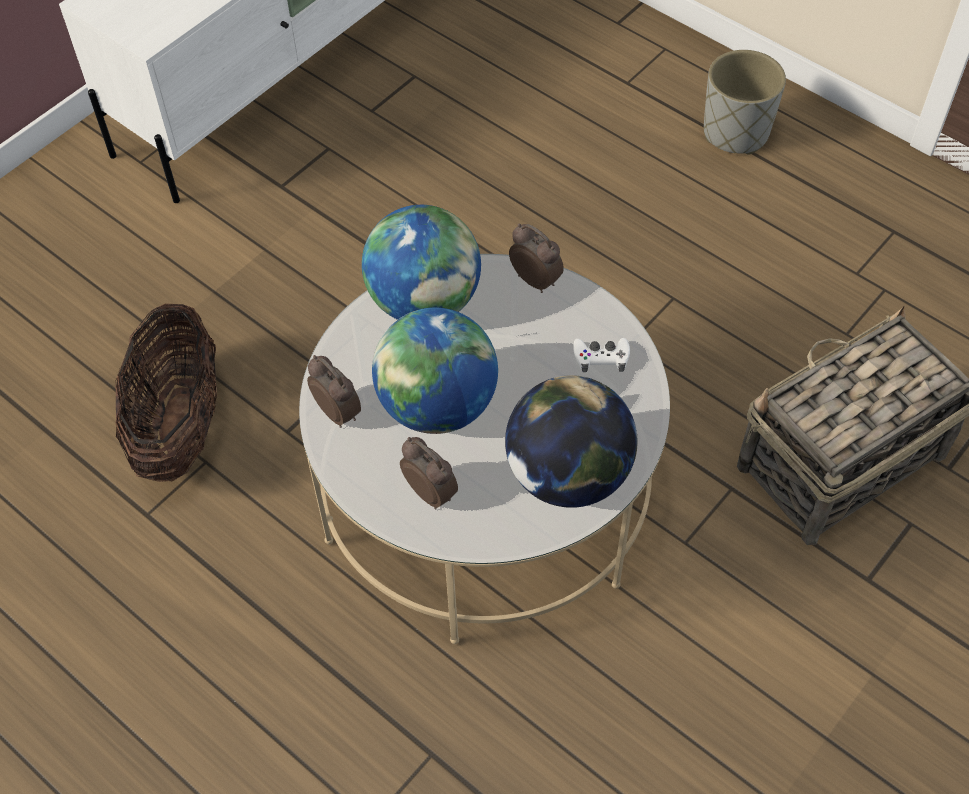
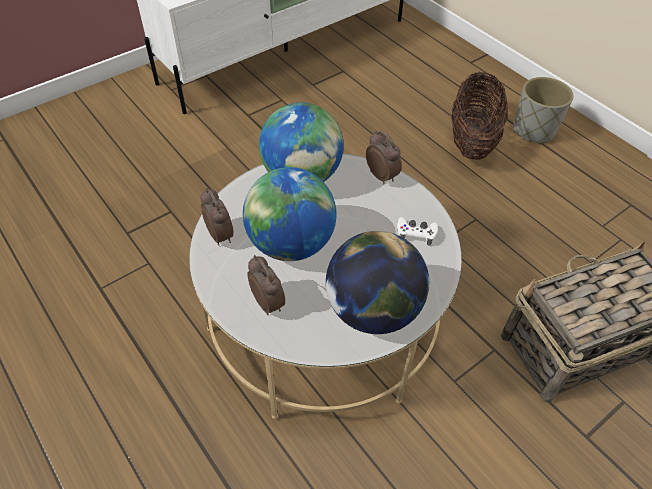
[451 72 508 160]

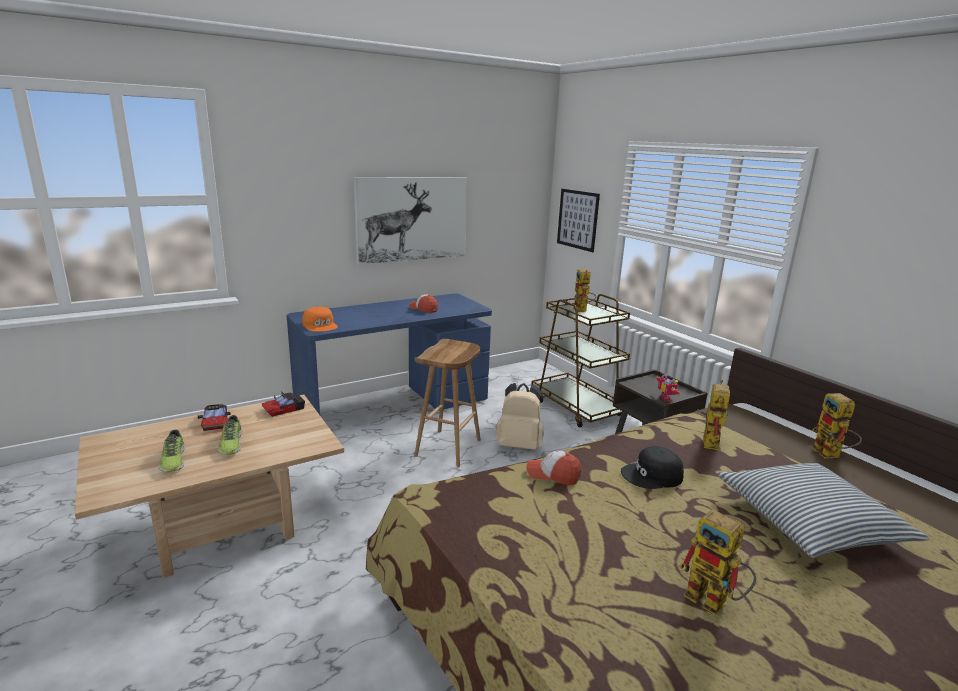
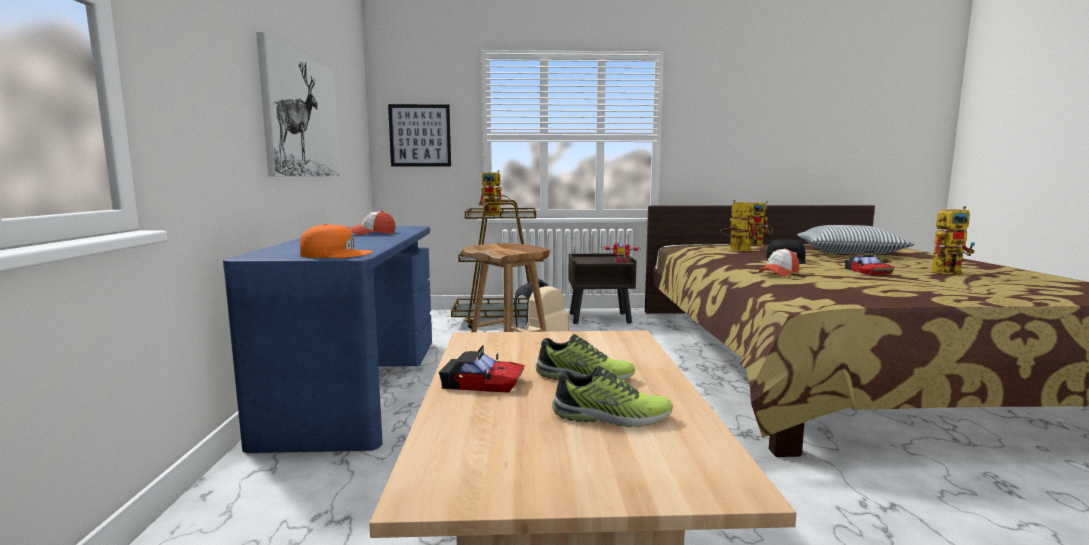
[845 251 894 275]

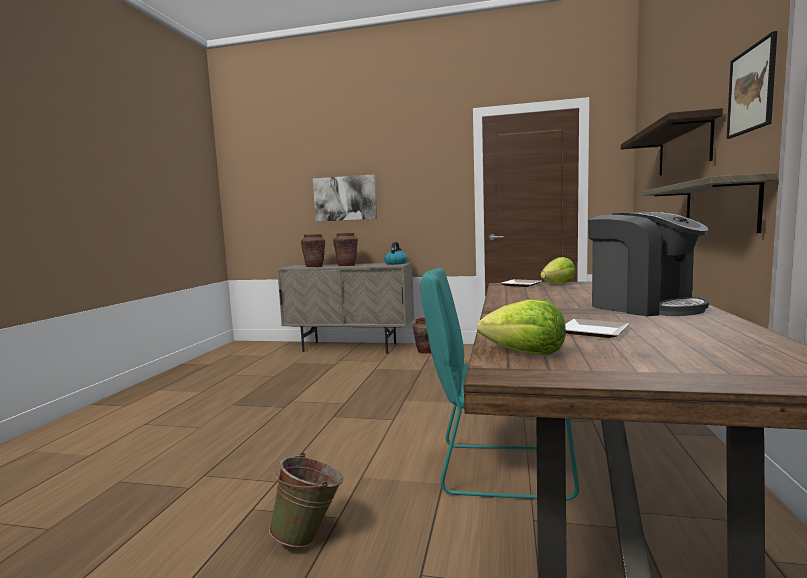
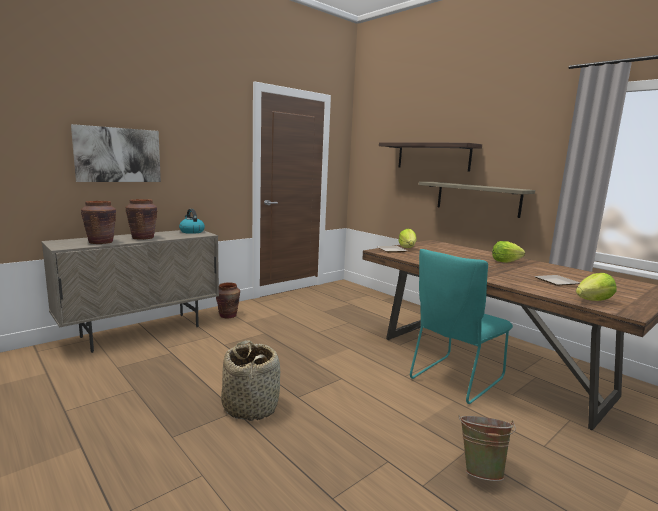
[221 340 280 421]
[492 241 525 263]
[726 31 777 139] (first image)

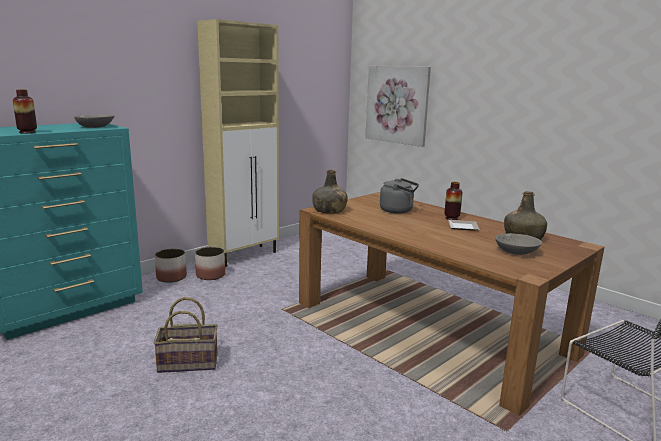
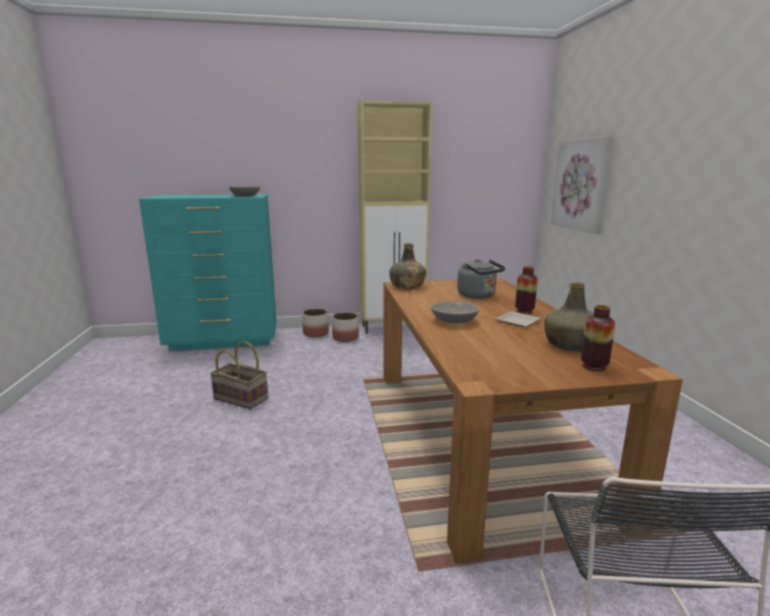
[431 302 479 323]
[581 305 615 371]

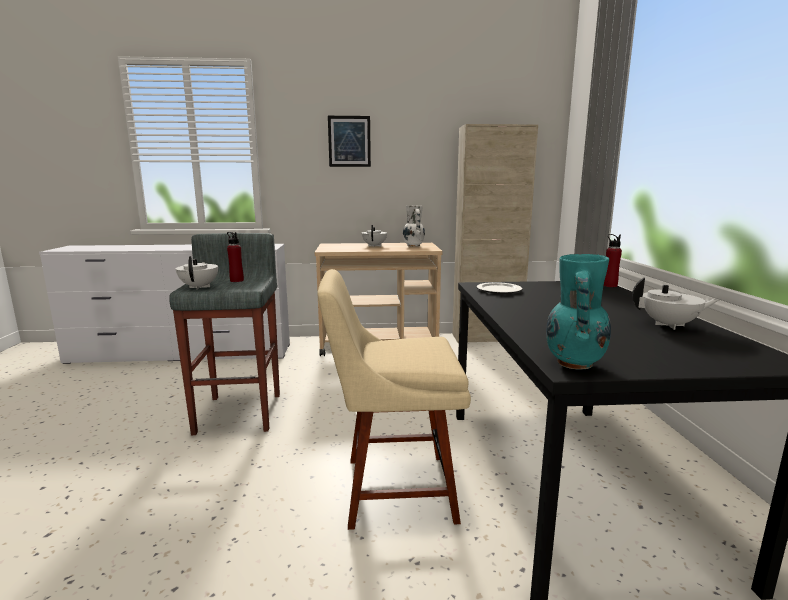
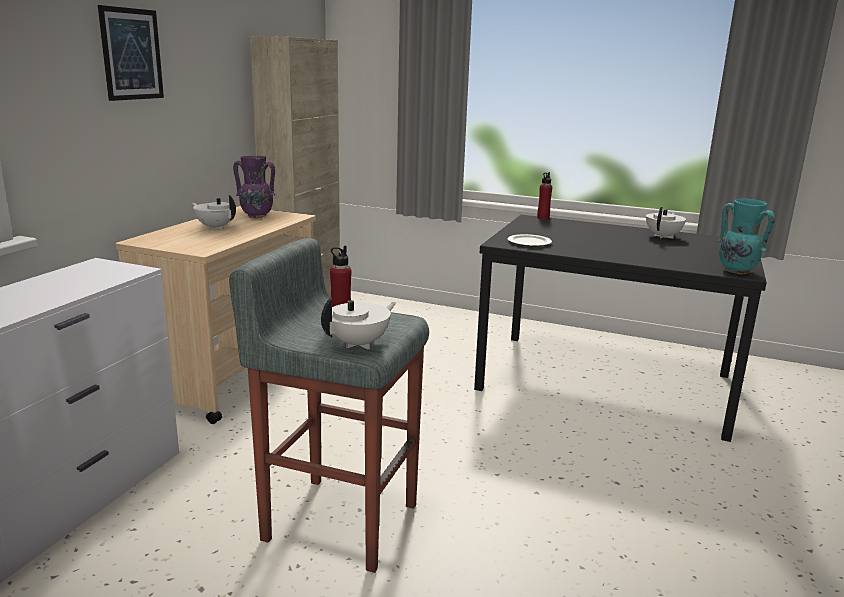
[233 156 276 218]
[321 298 396 350]
[317 269 471 530] (first image)

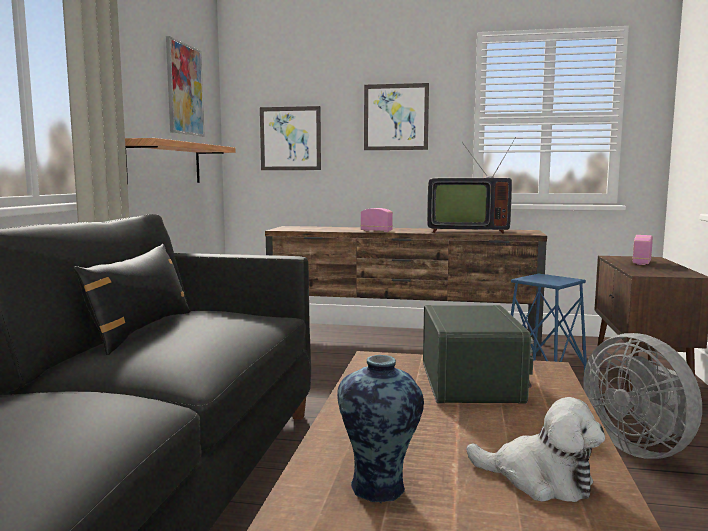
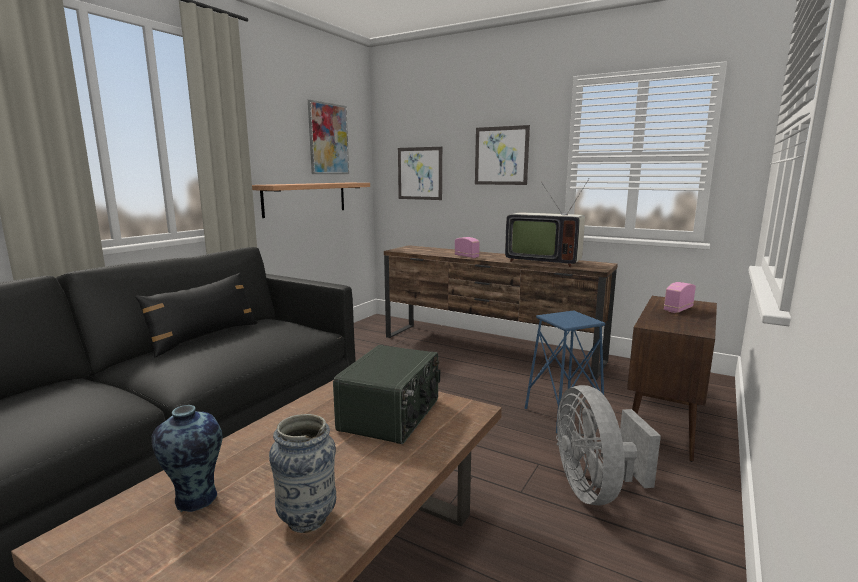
[269 414 336 533]

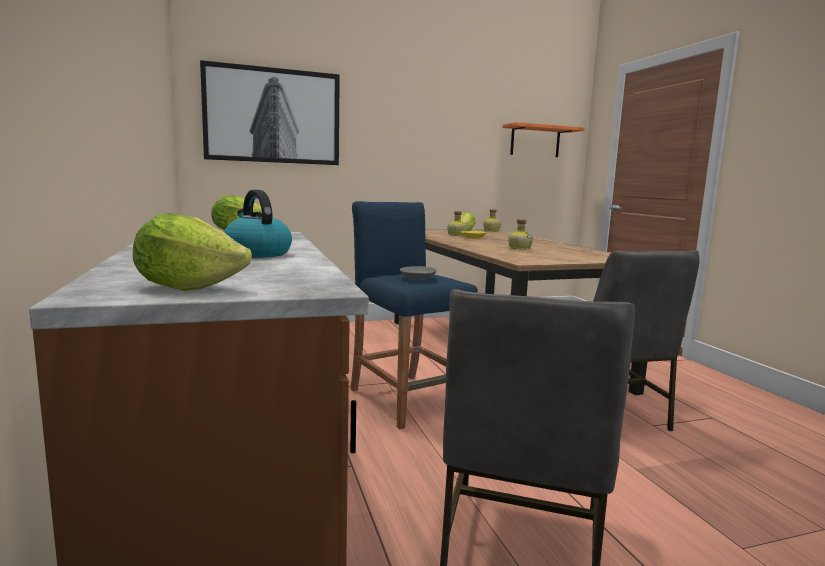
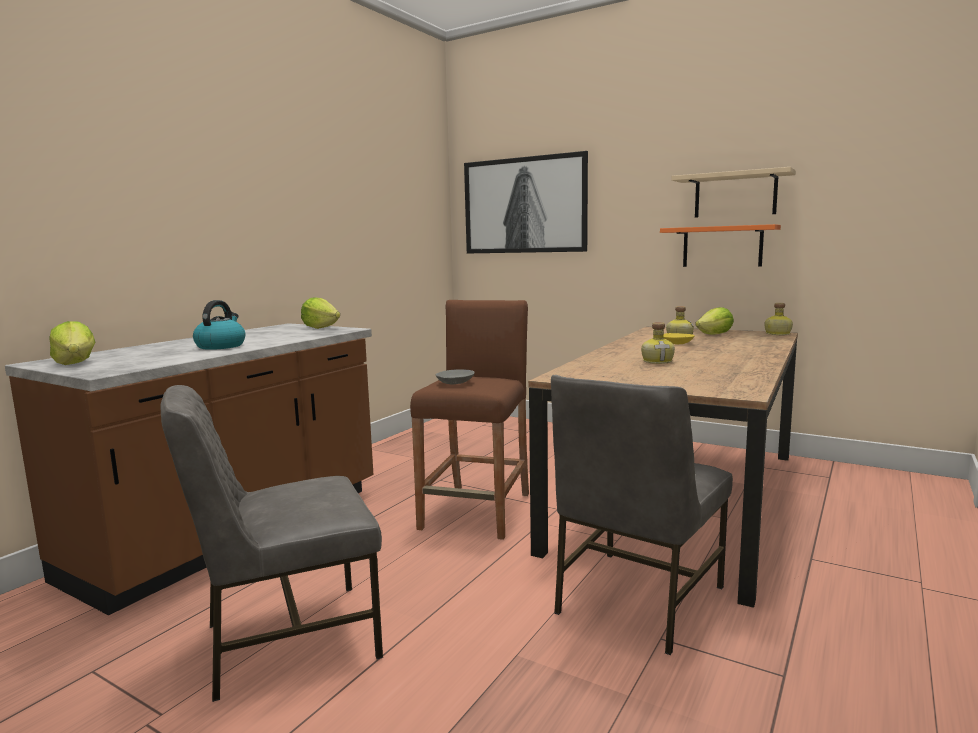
[410 300 529 540]
[660 224 781 267]
[671 167 796 218]

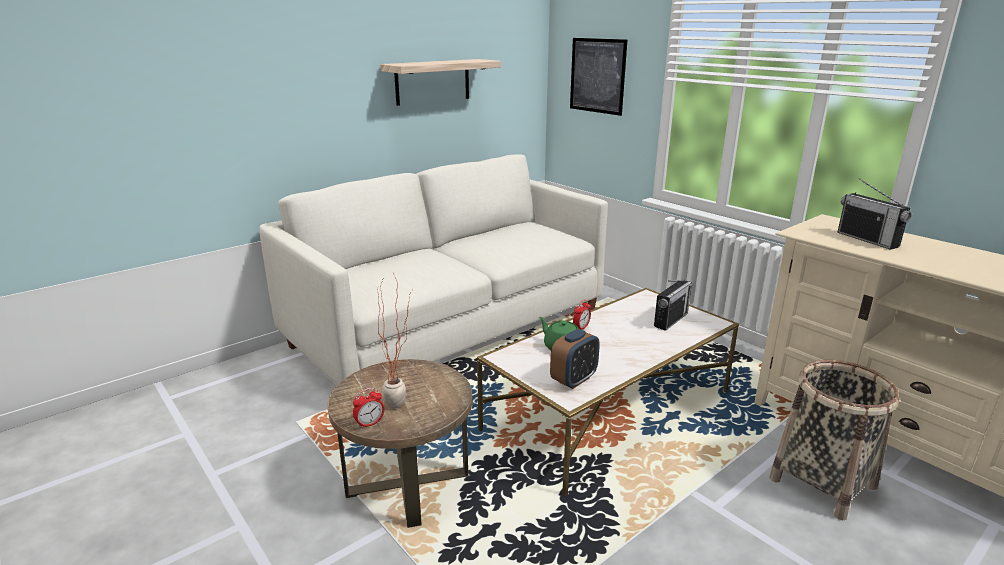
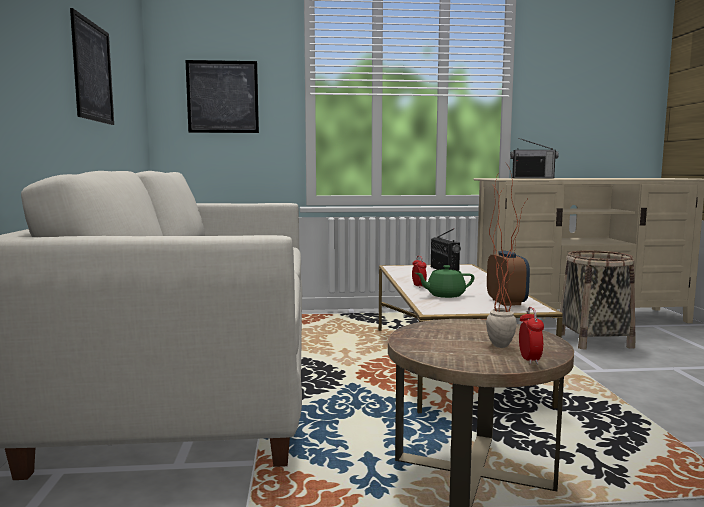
[70 8 114 125]

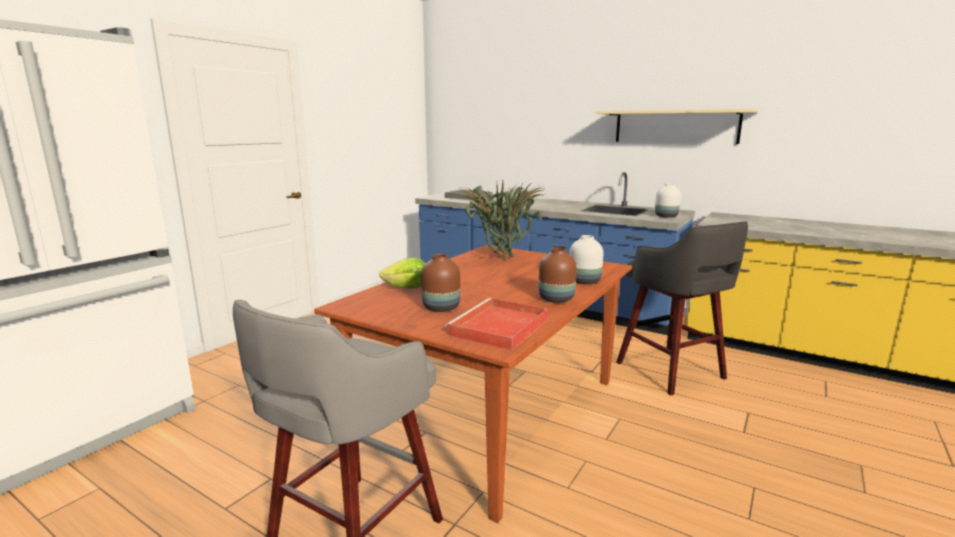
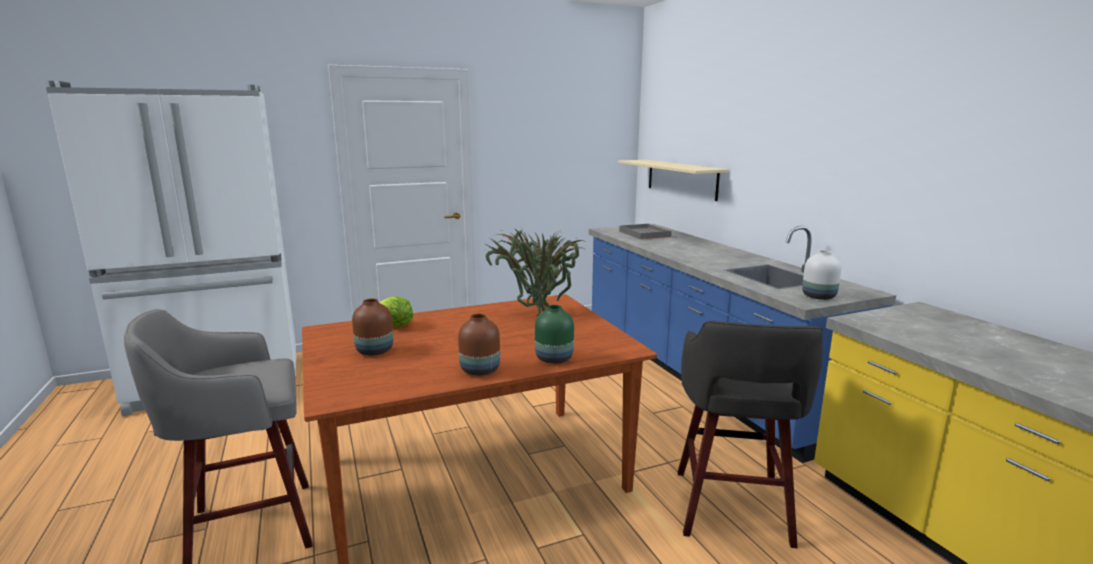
[535 305 574 364]
[618 160 728 201]
[445 298 548 350] (first image)

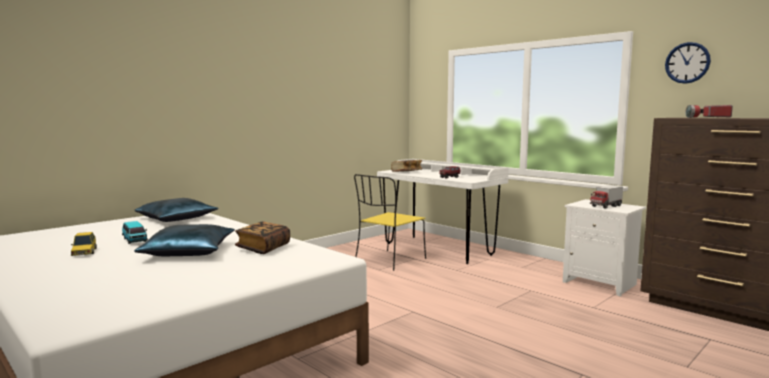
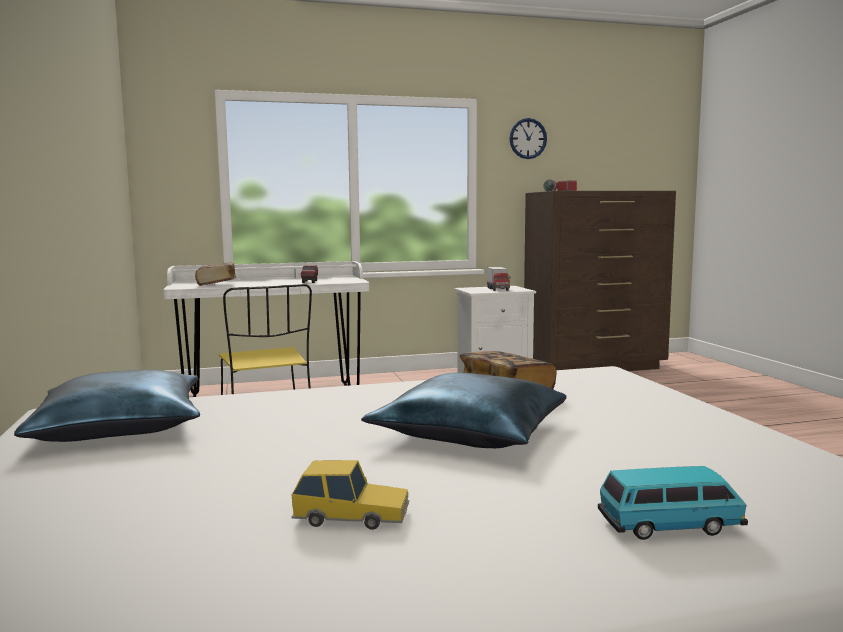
[598 466 748 540]

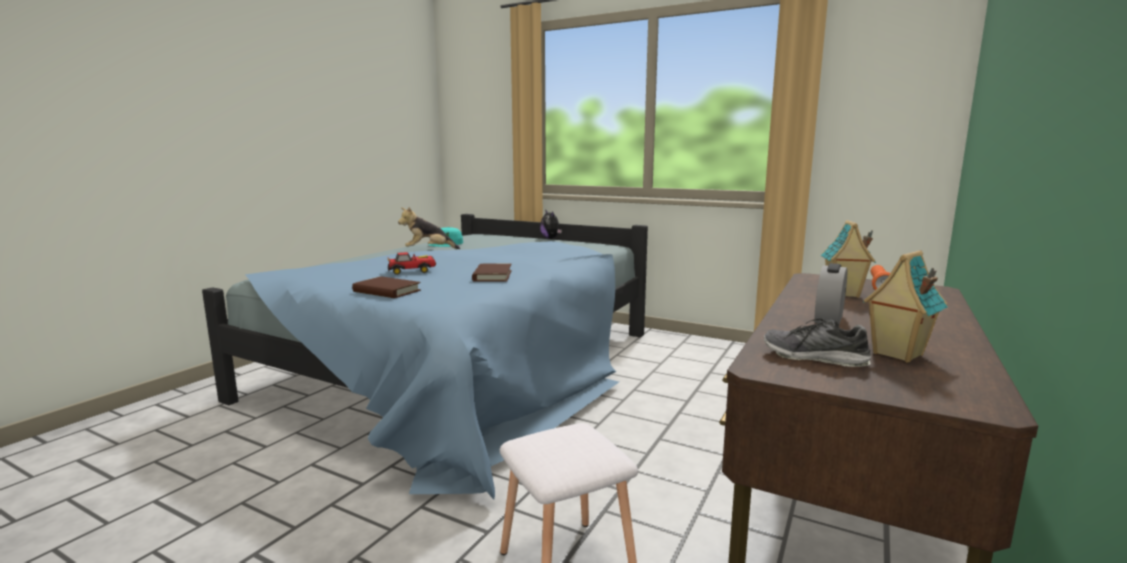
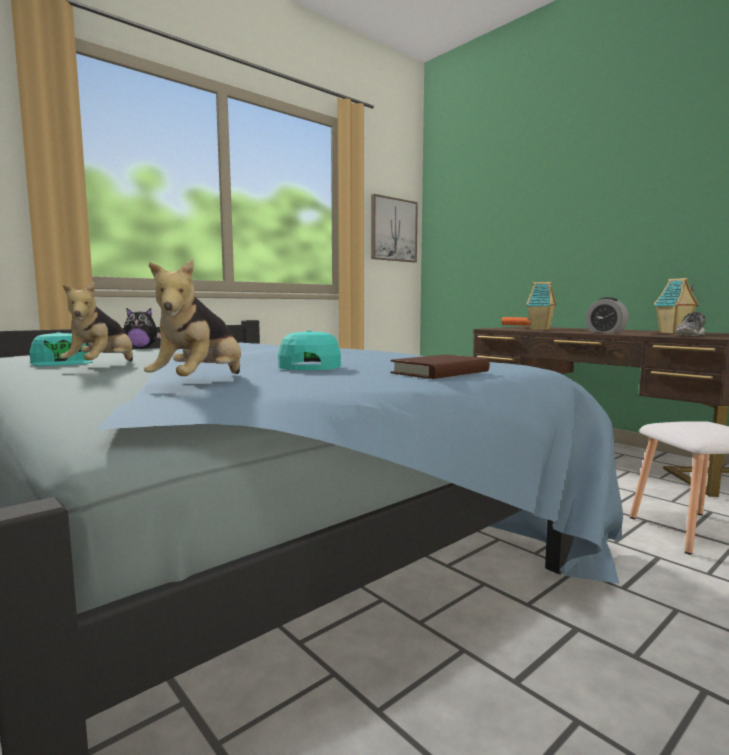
[144 260 241 376]
[278 330 342 370]
[371 194 418 262]
[472 264 512 282] (first image)

